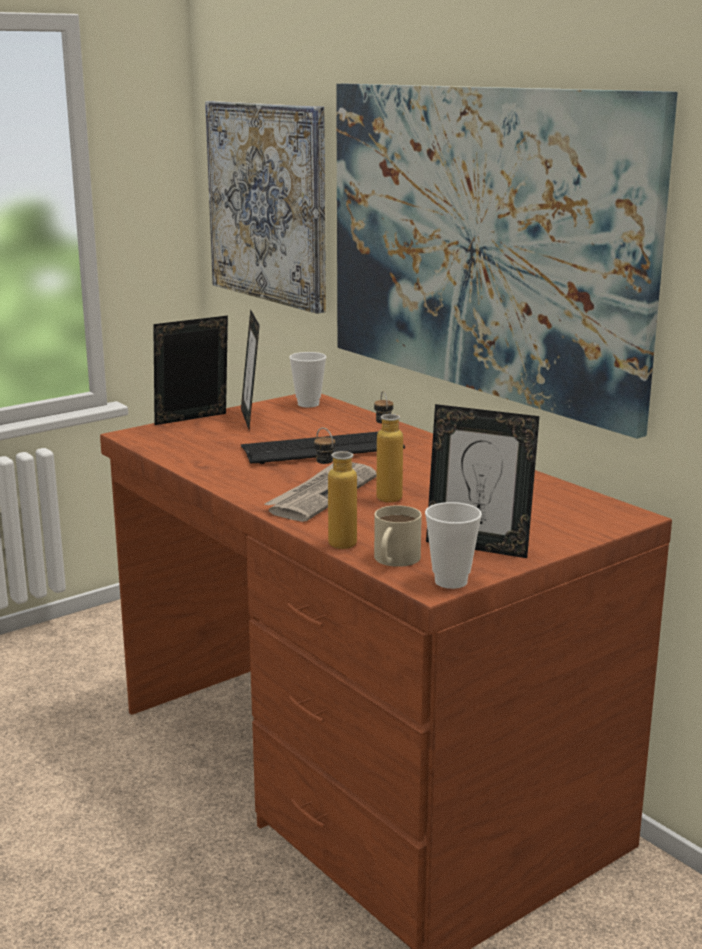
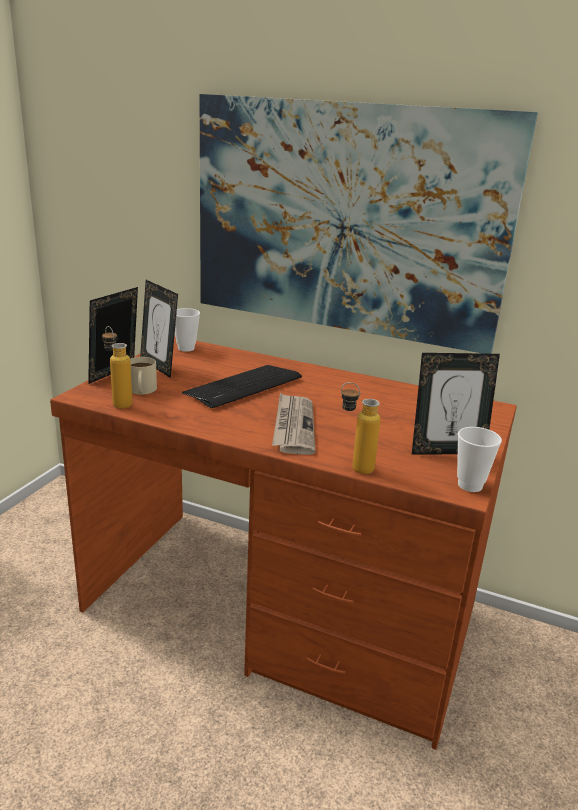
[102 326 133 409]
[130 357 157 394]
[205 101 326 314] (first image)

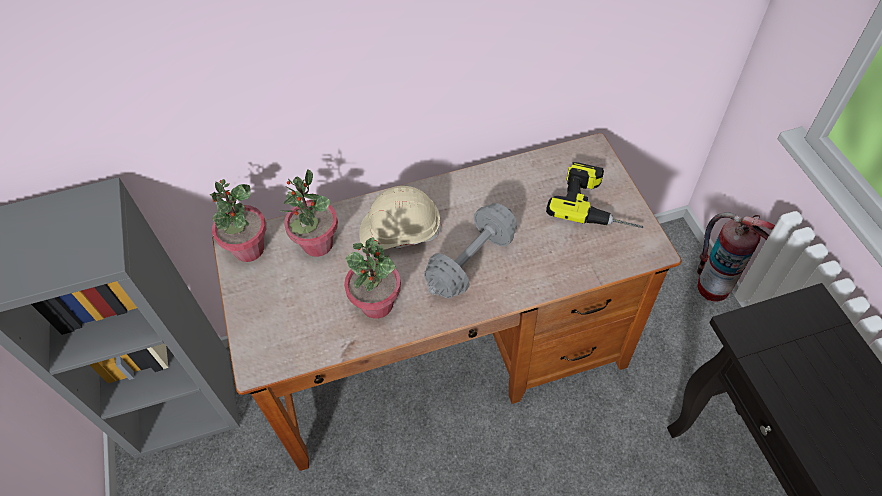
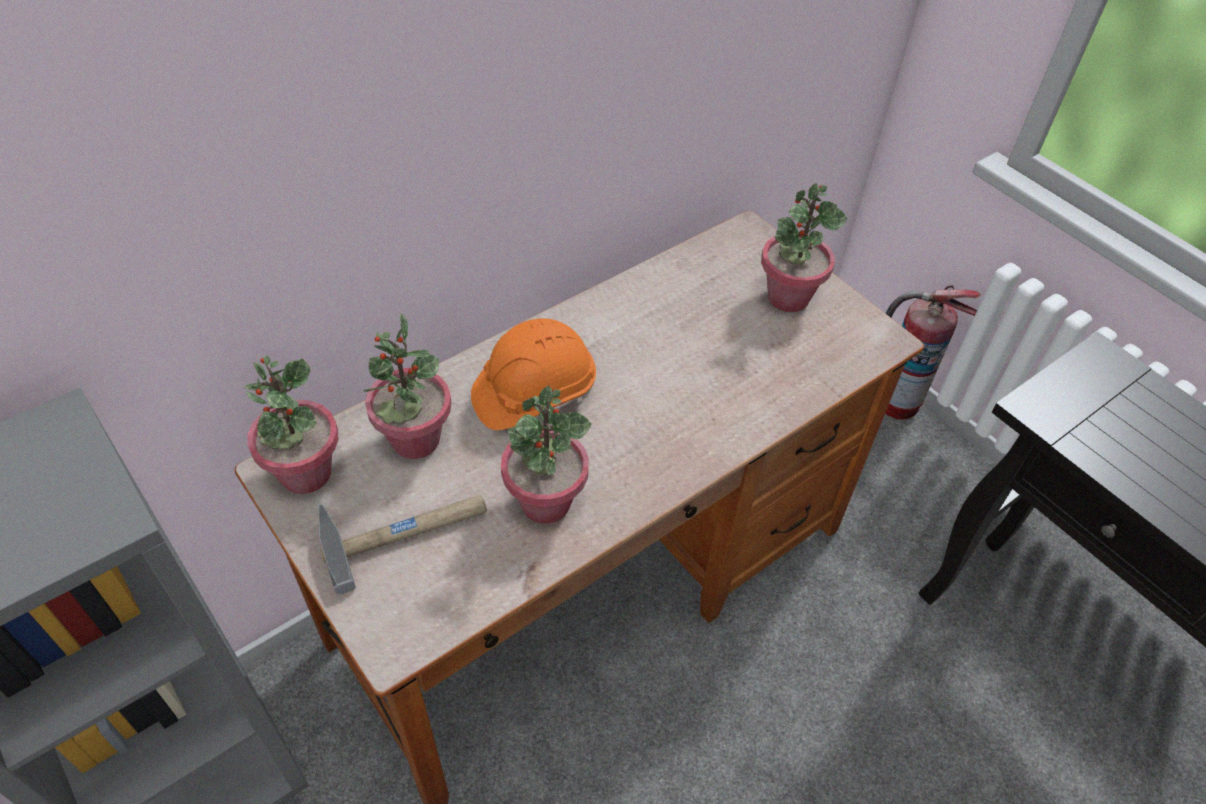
[319 495 487 594]
[471 318 596 430]
[761 183 847 312]
[424 203 517 299] (first image)

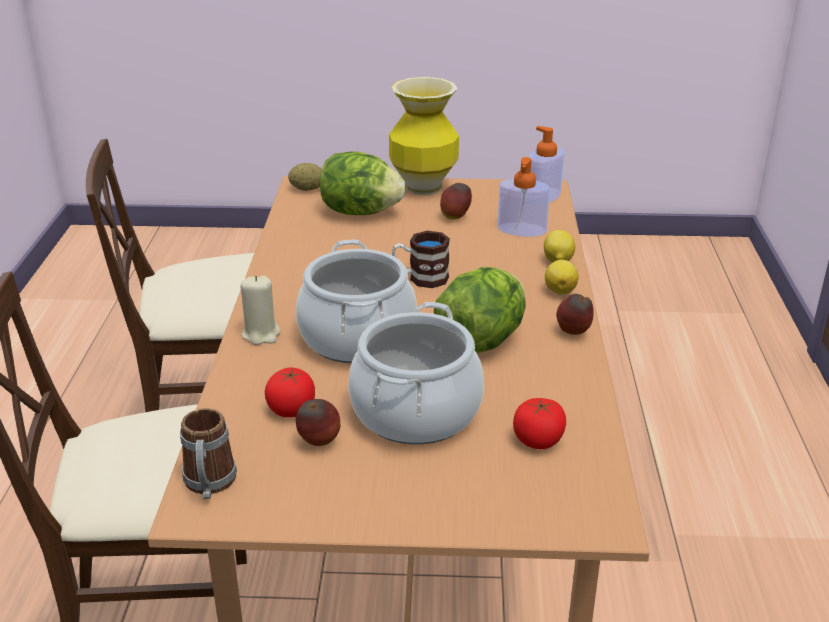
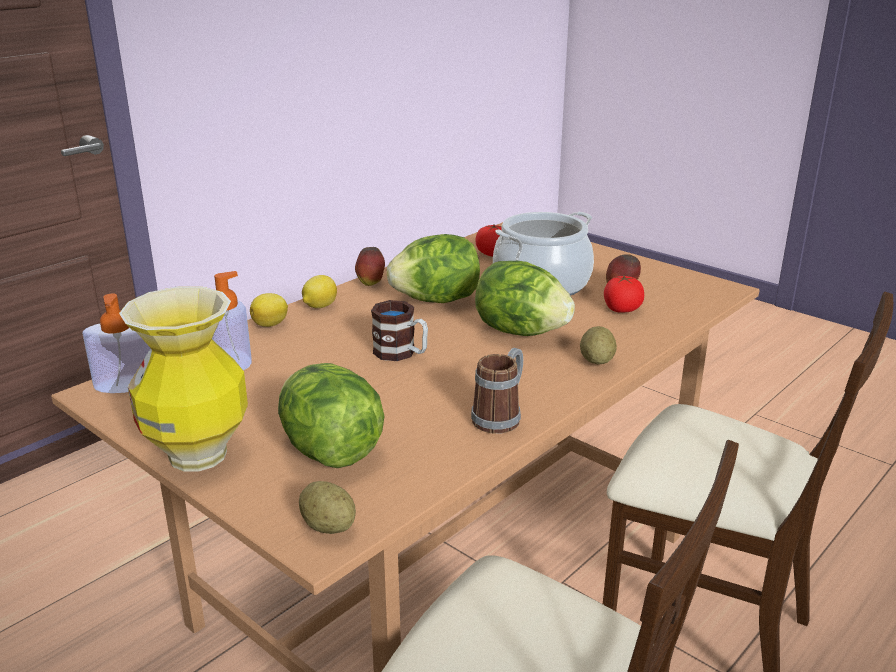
[471 348 523 434]
[475 261 575 336]
[580 326 617 364]
[440 183 472 220] (first image)

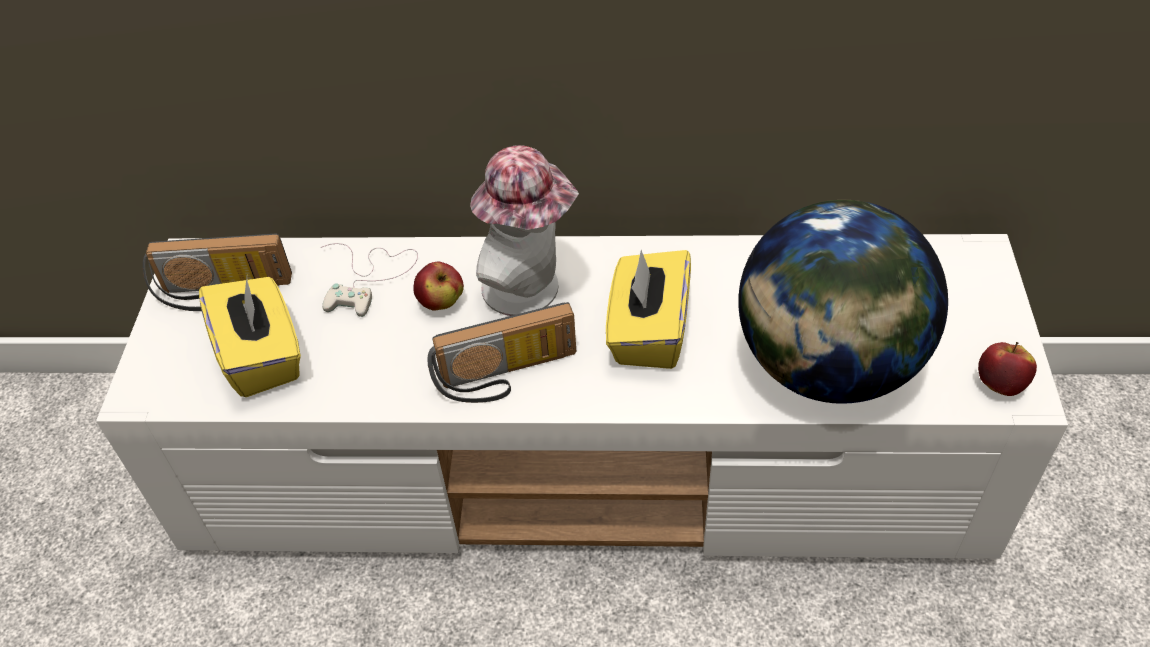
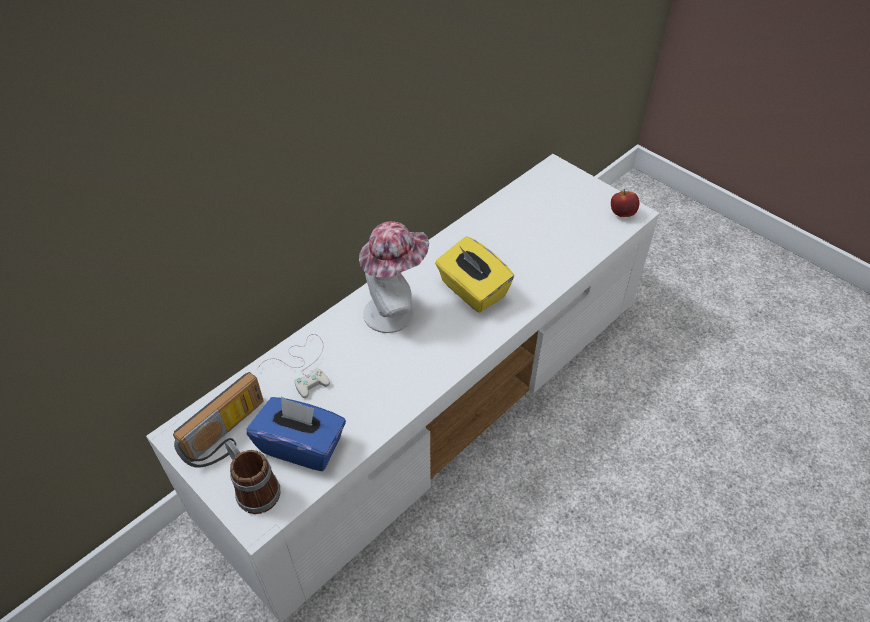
[225 440 280 514]
[246 396 346 471]
[413 262 464 311] (first image)
[427 302 576 403] (first image)
[738 200 948 404] (first image)

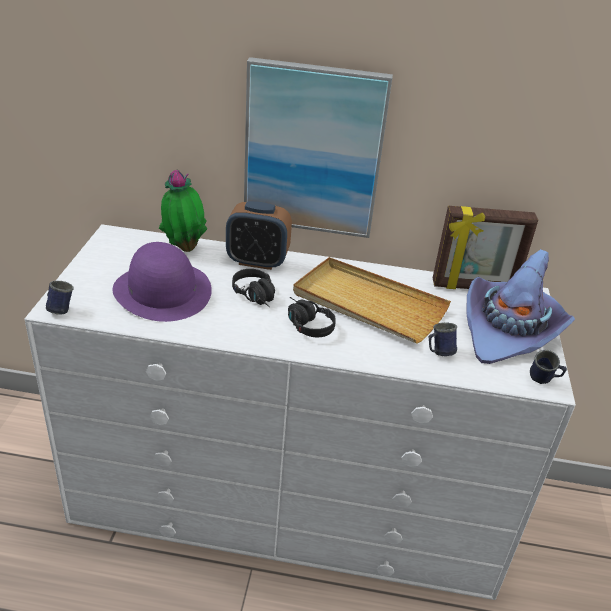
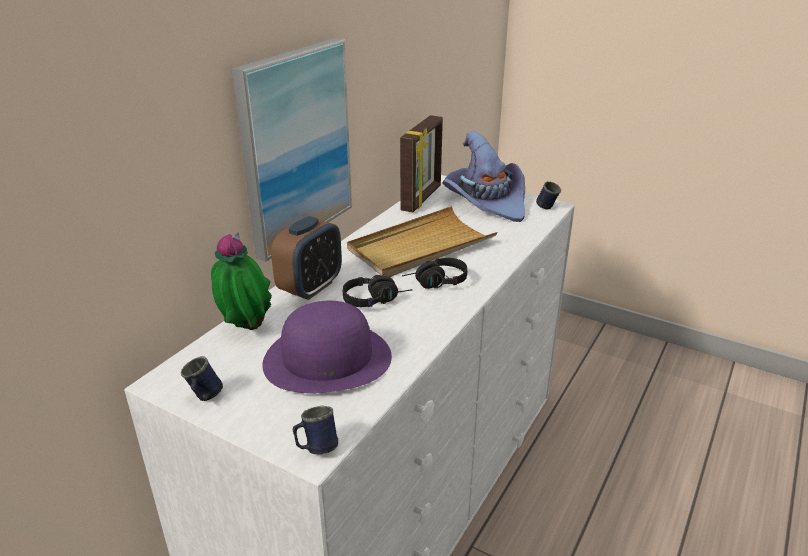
[181 356 223 401]

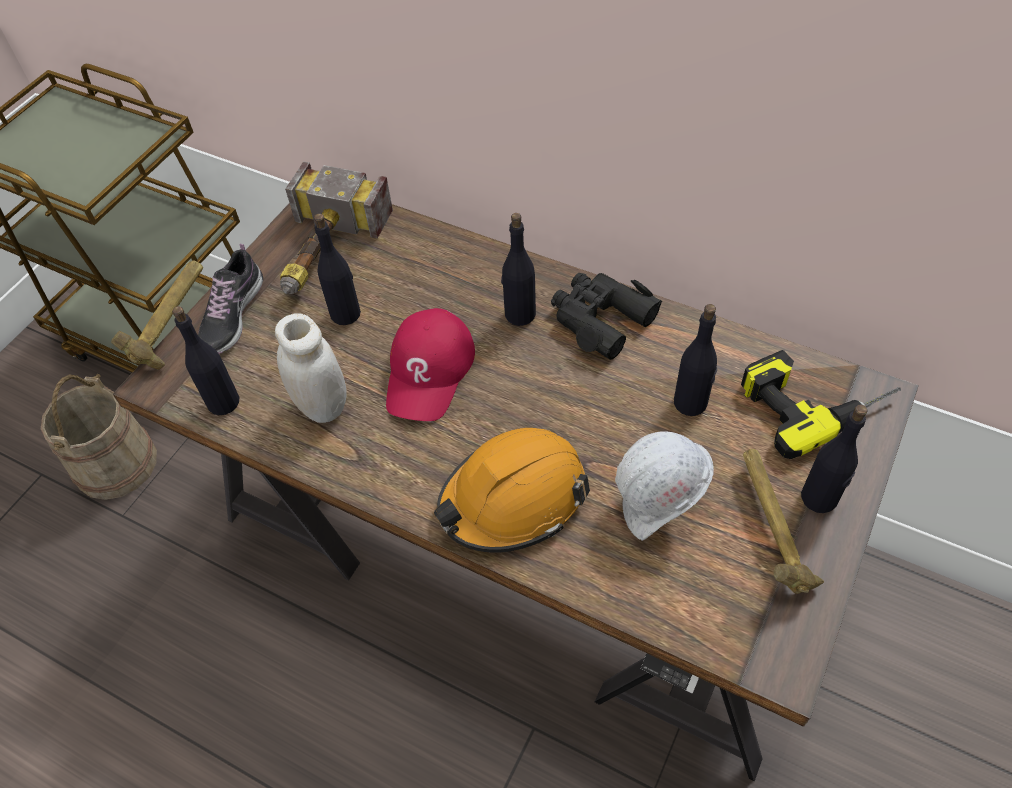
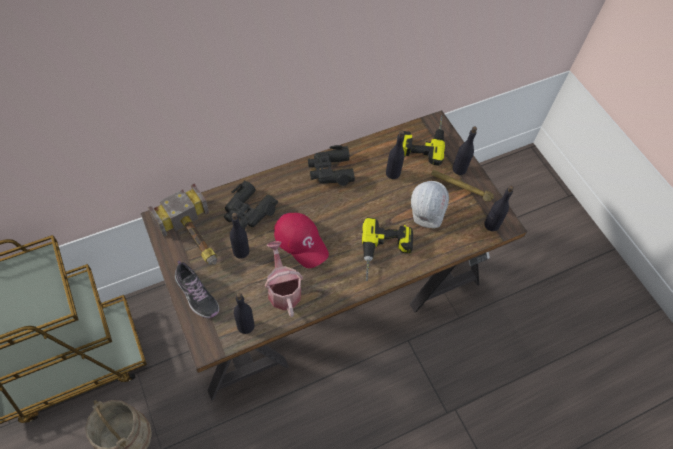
[224 180 278 229]
[265 241 303 317]
[362 217 413 281]
[484 185 514 232]
[111 260 203 370] (first image)

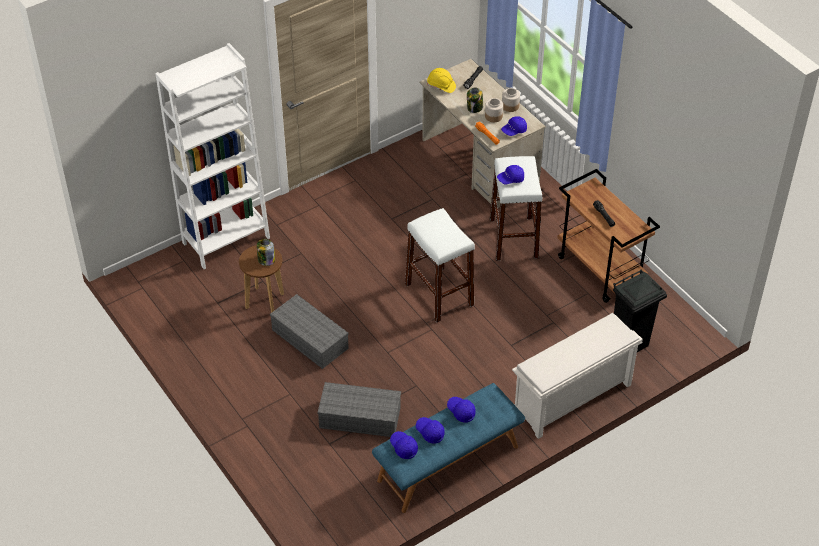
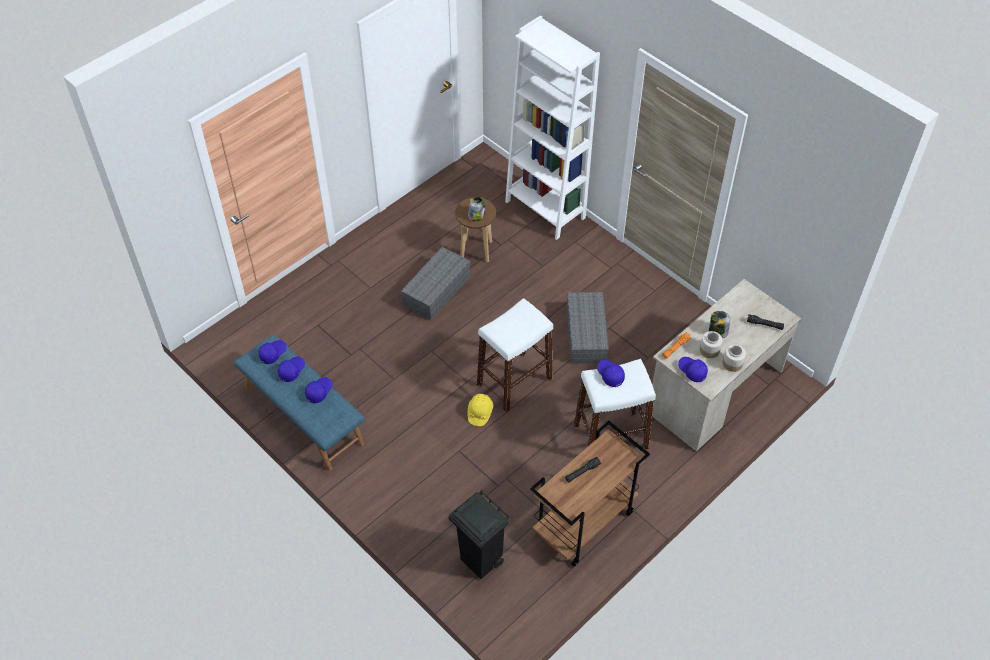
[468 394 493 426]
[567 292 609 364]
[512 313 643 439] (first image)

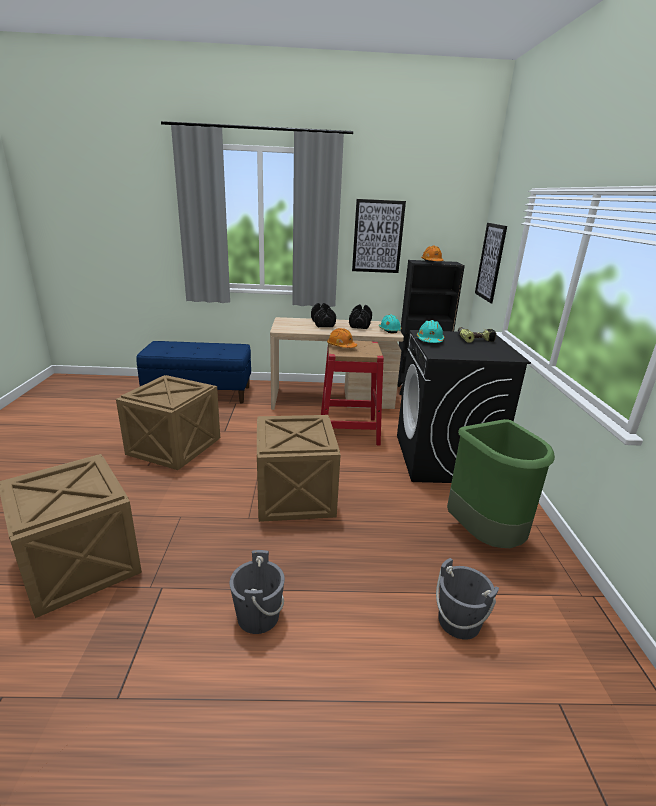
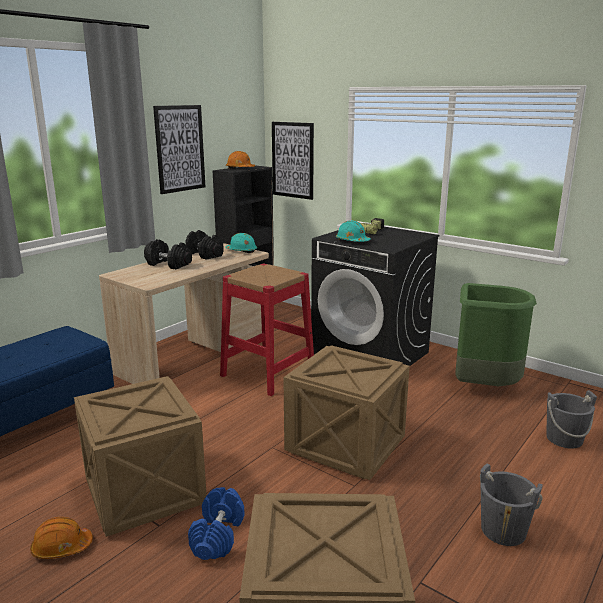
[30 517 93 559]
[188 487 245 560]

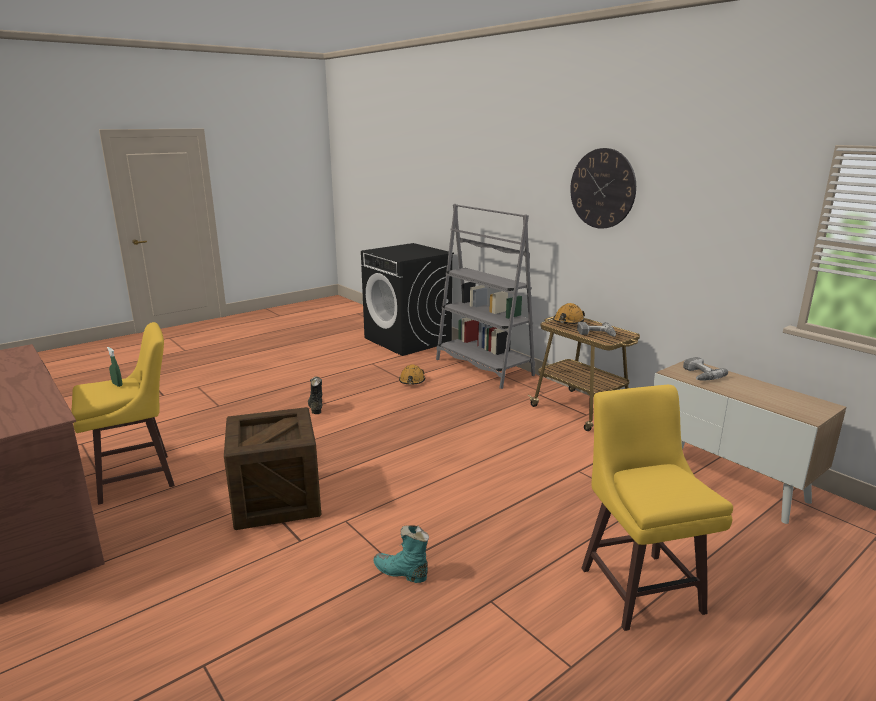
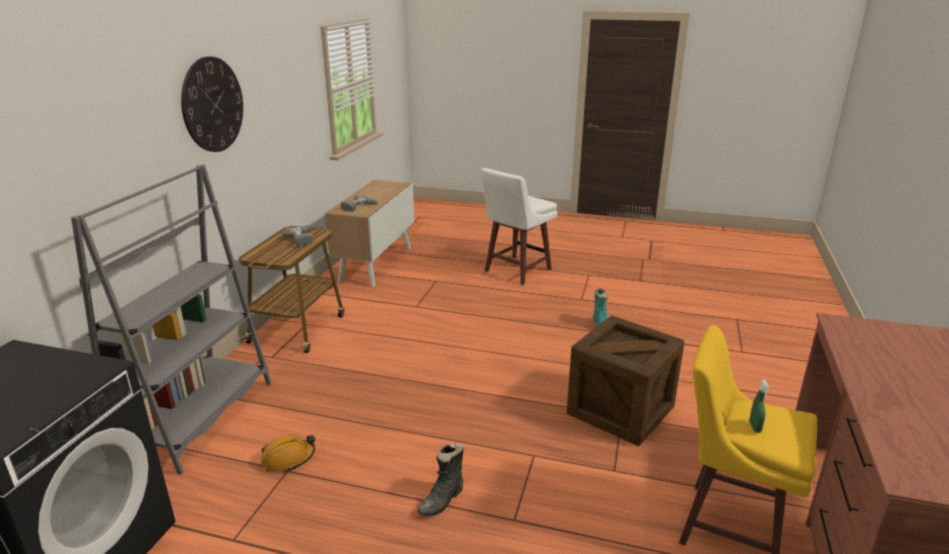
[481 168 558 285]
[553 303 585 324] (first image)

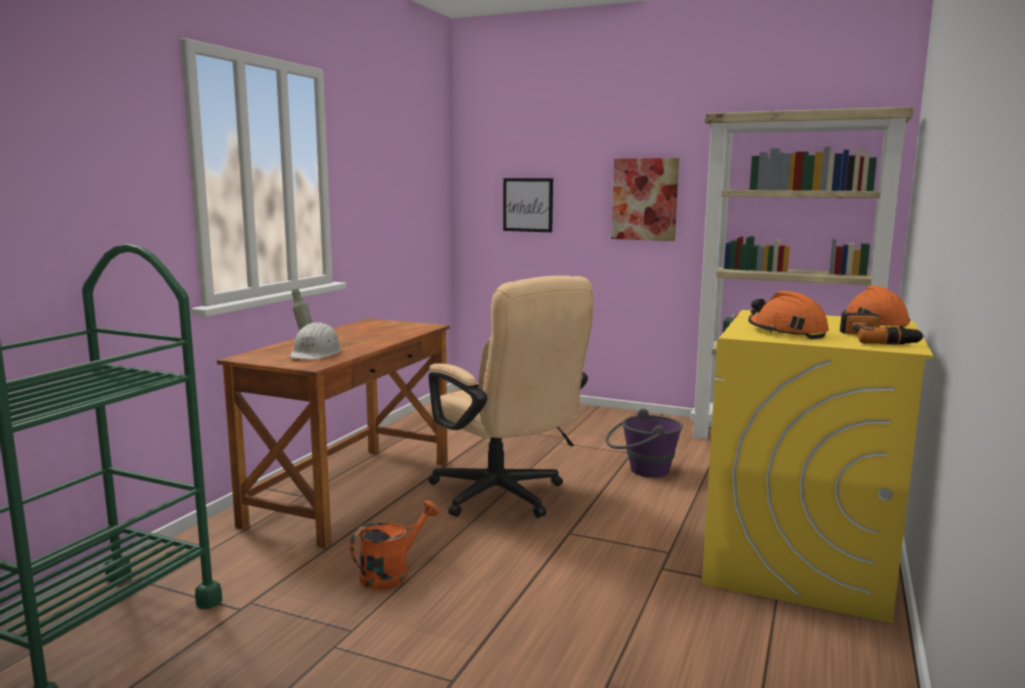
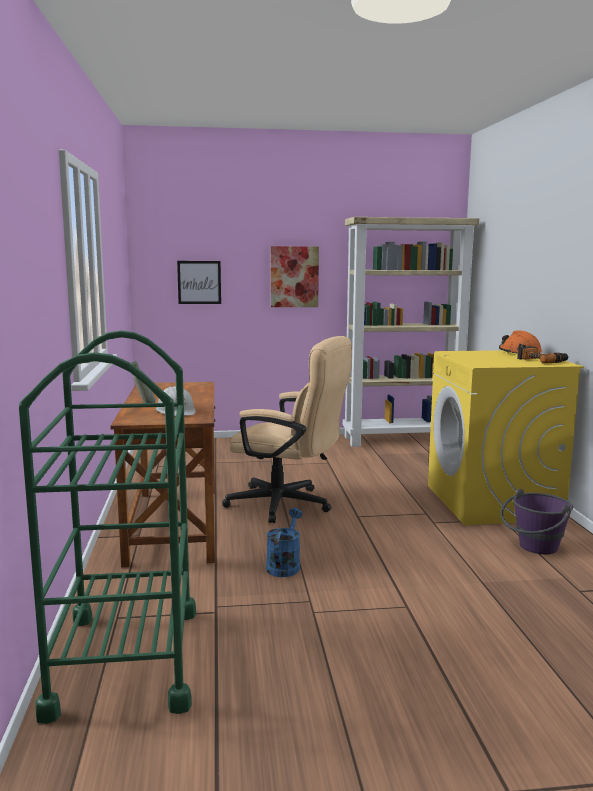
[266 508 303 577]
[500 489 573 554]
[748 291 829 339] (first image)

